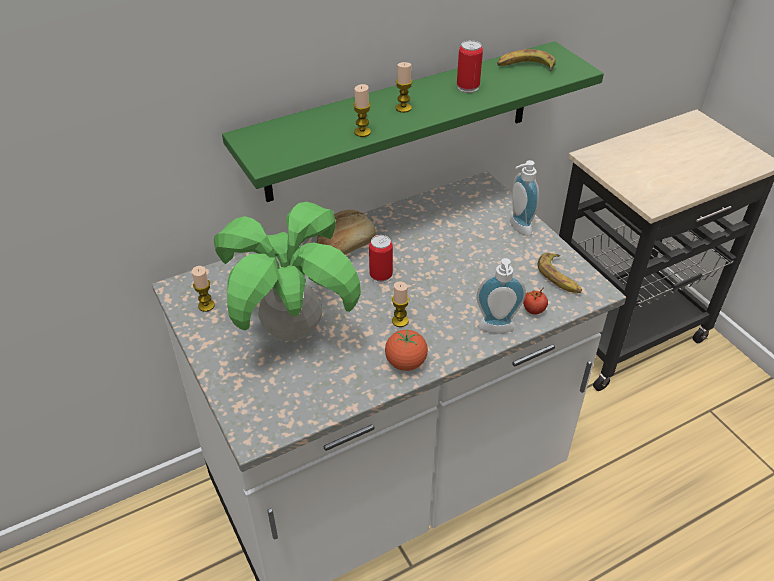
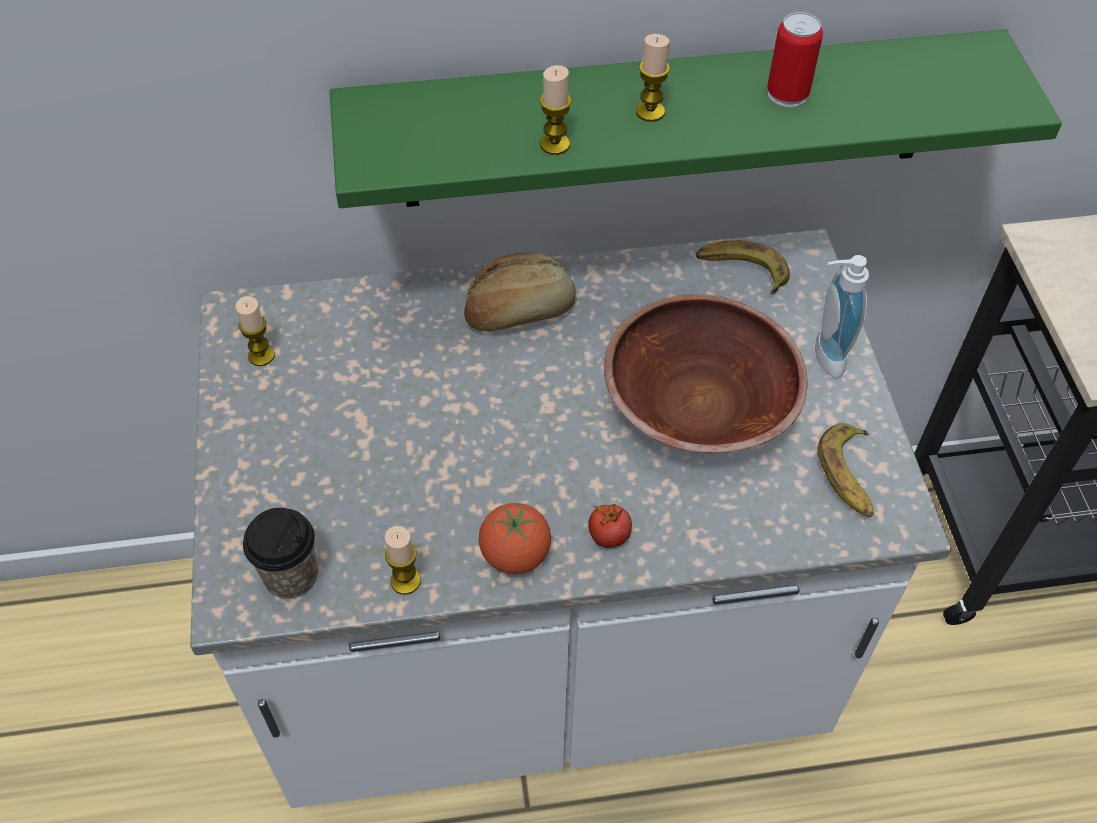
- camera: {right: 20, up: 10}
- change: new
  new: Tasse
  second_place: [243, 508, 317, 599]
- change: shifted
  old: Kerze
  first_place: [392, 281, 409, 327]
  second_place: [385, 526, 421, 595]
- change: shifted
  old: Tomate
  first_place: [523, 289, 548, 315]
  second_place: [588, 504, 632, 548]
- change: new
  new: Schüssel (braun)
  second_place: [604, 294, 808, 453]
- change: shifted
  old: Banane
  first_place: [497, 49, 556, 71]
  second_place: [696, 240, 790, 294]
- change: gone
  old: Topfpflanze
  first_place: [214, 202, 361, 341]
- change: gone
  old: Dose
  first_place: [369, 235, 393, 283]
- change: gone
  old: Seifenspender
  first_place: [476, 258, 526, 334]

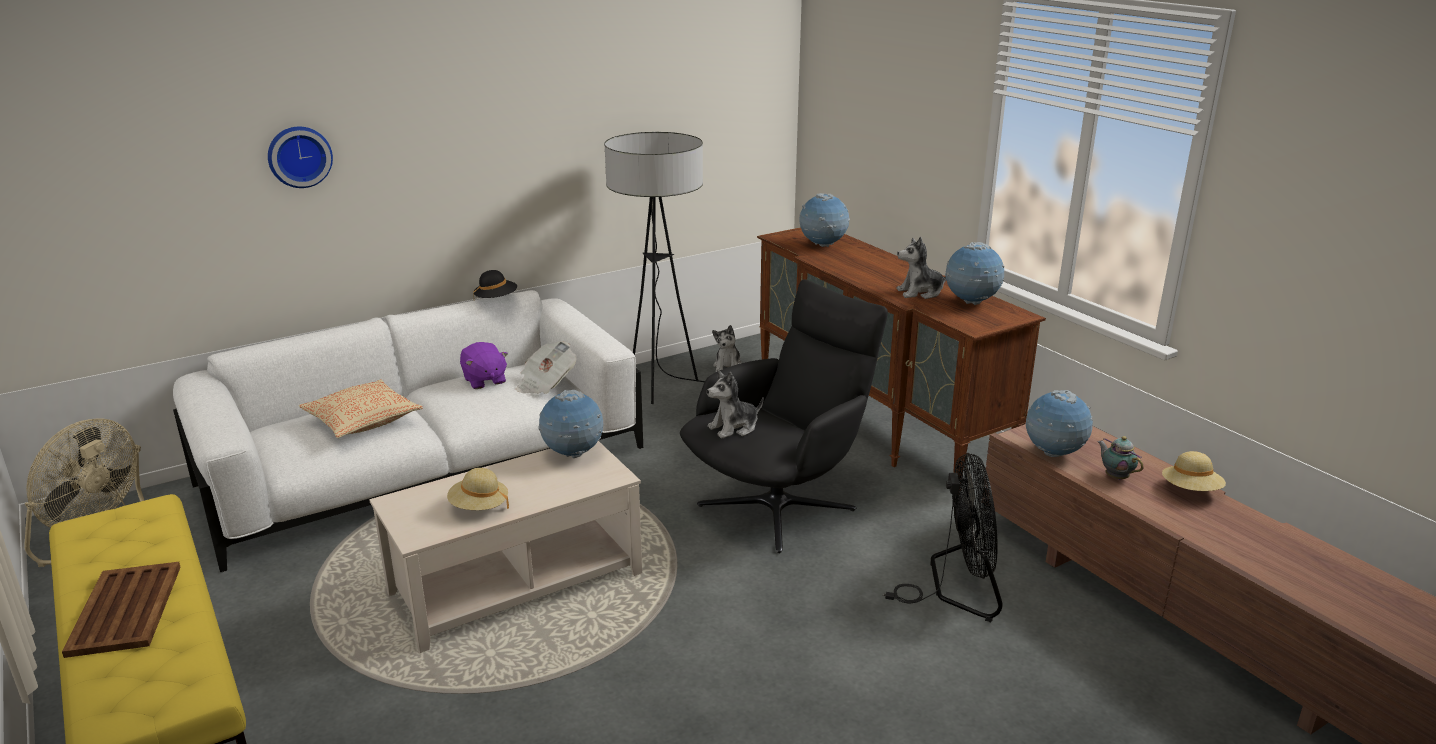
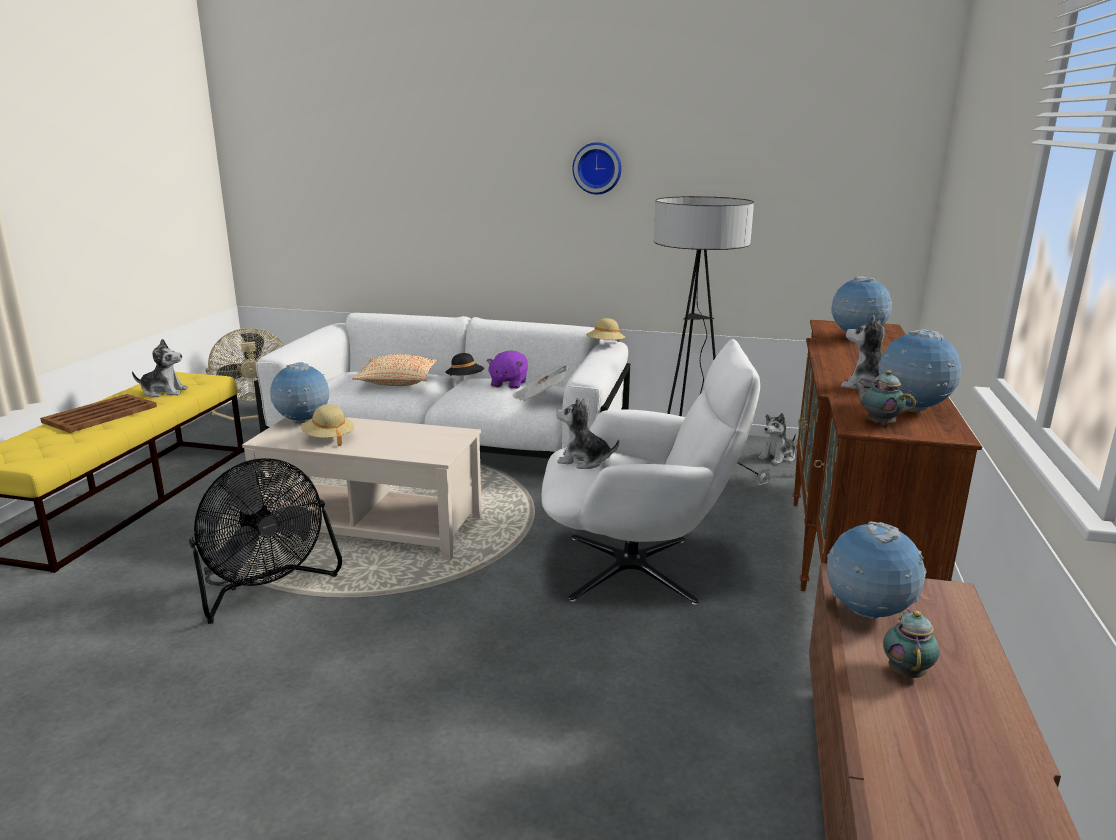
- camera: {right: 45, up: -5}
- change: new
  new: Plüschtier
  second_place: [132, 339, 188, 397]
- change: shifted
  old: Ventilator (schwarz)
  first_place: [883, 453, 1003, 623]
  second_place: [189, 458, 342, 624]
- change: shifted
  old: Globus
  first_place: [538, 390, 603, 458]
  second_place: [270, 362, 329, 424]
- change: shifted
  old: Hut (schwarz)
  first_place: [473, 270, 517, 298]
  second_place: [445, 353, 484, 377]
- change: repainted
  old: Sessel (schwarz)
  new: Sessel (weiß)
  first_place: [680, 279, 888, 553]
  second_place: [542, 339, 760, 605]
- change: shifted
  old: Wanduhr
  first_place: [268, 127, 333, 188]
  second_place: [572, 142, 622, 195]
- change: shifted
  old: Hut (beige)
  first_place: [1162, 451, 1226, 491]
  second_place: [586, 318, 625, 342]
- change: new
  new: Teekanne
  second_place: [854, 370, 916, 426]

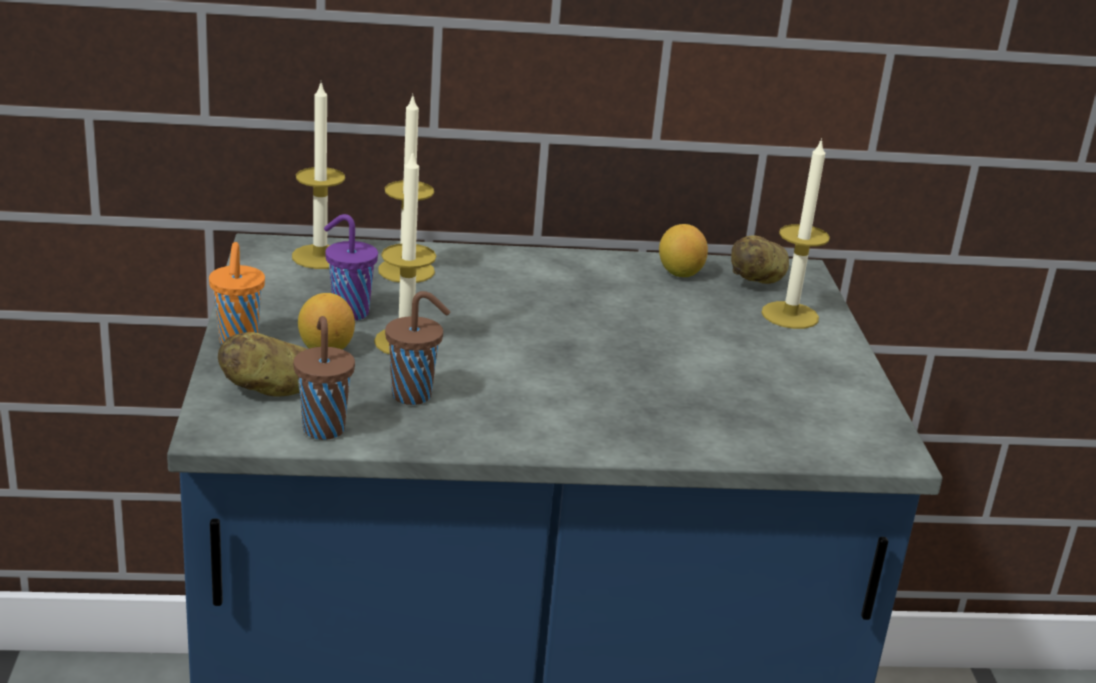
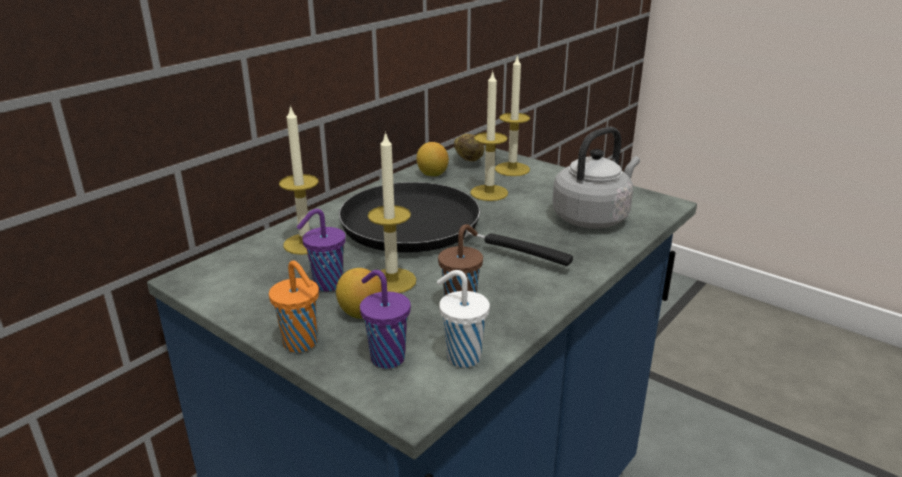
- camera: {right: -45, up: 0}
- change: new
  new: Pfanne (schwarz)
  second_place: [339, 182, 573, 266]
- change: swapped
  old: Kartoffel
  new: Tasse (lila)
  first_place: [218, 332, 307, 397]
  second_place: [360, 270, 411, 369]
- change: repainted
  old: Tasse (braun)
  new: Tasse (weiß)
  first_place: [293, 316, 355, 440]
  second_place: [437, 270, 490, 368]
- change: shifted
  old: Kerze
  first_place: [292, 83, 345, 269]
  second_place: [470, 70, 508, 201]
- change: new
  new: Wasserkessel (grau)
  second_place: [552, 127, 640, 229]

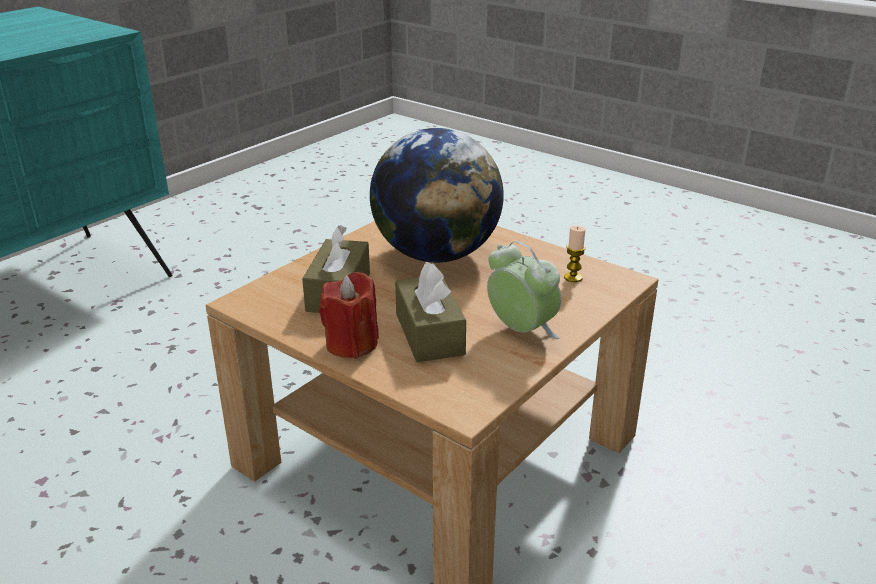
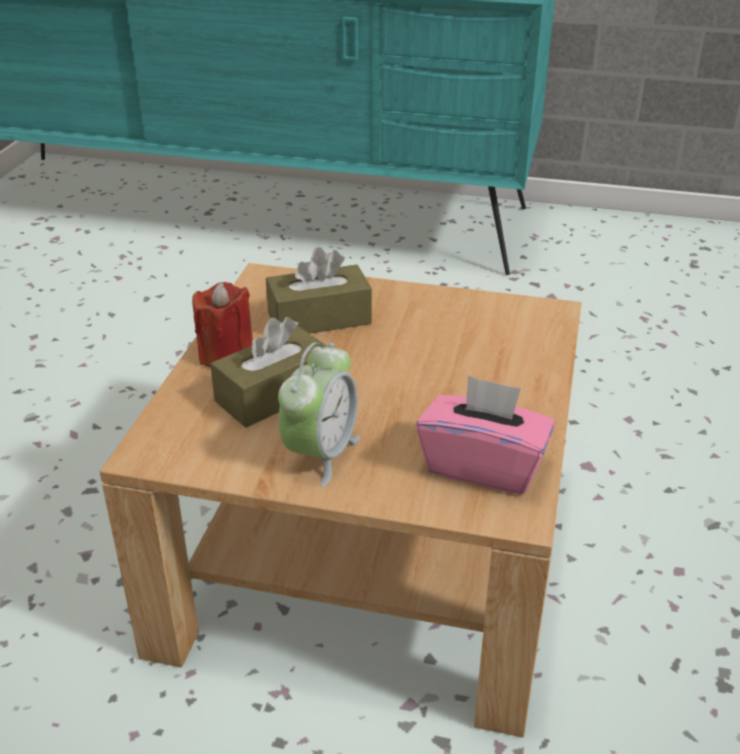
- camera: {right: 65, up: 5}
- change: swapped
  old: Kerze
  new: Taschentuchbox (rosa)
  first_place: [564, 226, 586, 282]
  second_place: [416, 375, 555, 494]
- change: gone
  old: Globus
  first_place: [370, 128, 504, 263]

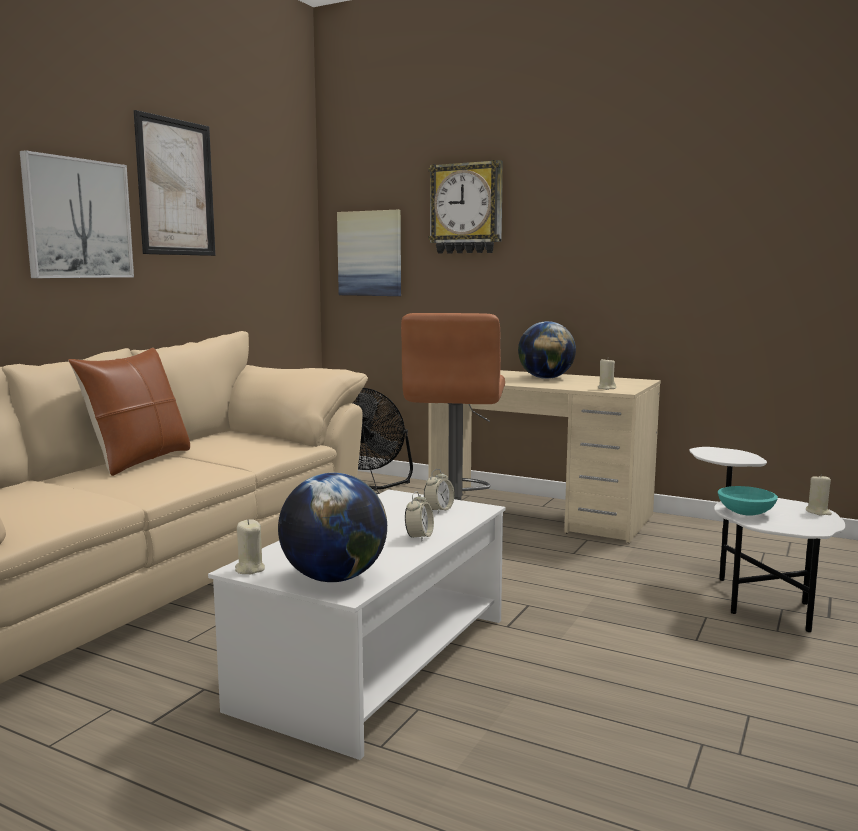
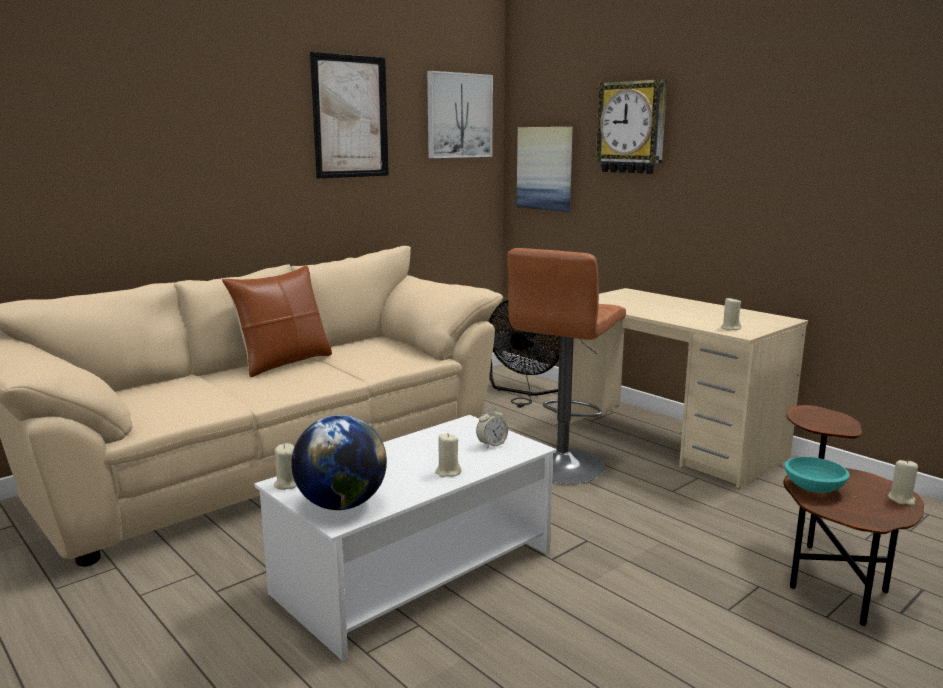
- camera: {right: 20, up: 5}
- change: shifted
  old: Bild
  first_place: [20, 150, 134, 278]
  second_place: [427, 71, 493, 158]
- change: swapped
  old: Wecker
  new: Kerze (beige)
  first_place: [405, 491, 434, 542]
  second_place: [435, 433, 461, 478]
- change: repainted
  old: Beistelltisch (weiß)
  new: Beistelltisch (braun)
  first_place: [689, 447, 845, 632]
  second_place: [783, 405, 924, 626]
- change: gone
  old: Globus
  first_place: [518, 321, 576, 379]

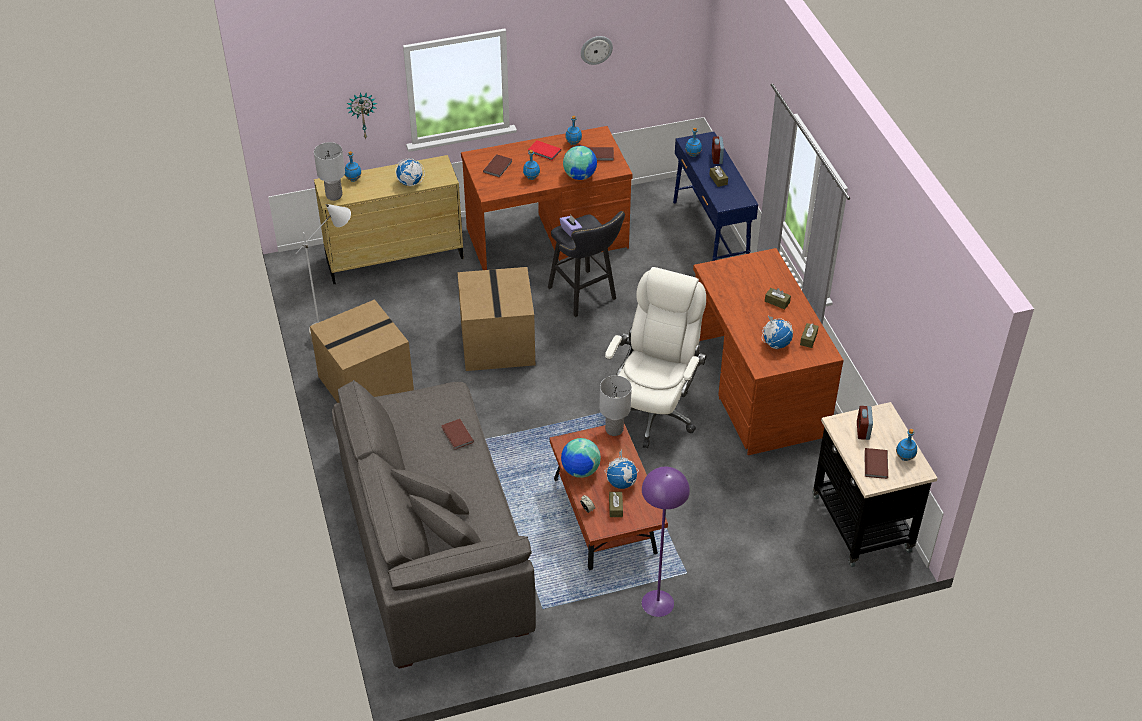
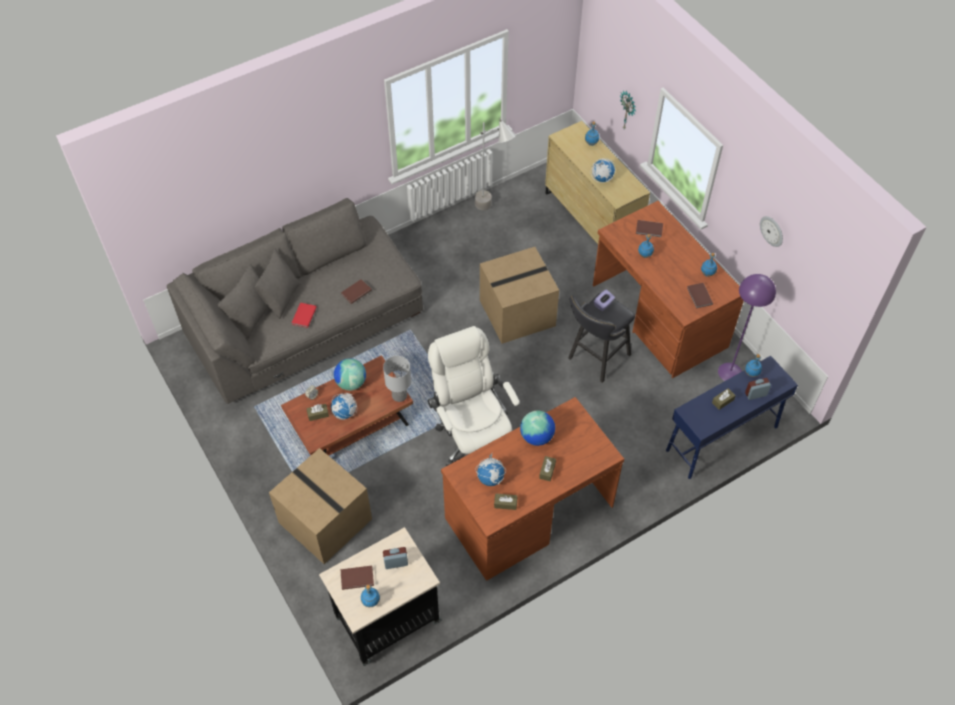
- camera: {right: 75, up: 10}
- change: shifted
  old: Karton
  first_place: [310, 299, 414, 403]
  second_place: [269, 448, 372, 564]
- change: shifted
  old: Buch (rot)
  first_place: [528, 140, 561, 160]
  second_place: [292, 303, 317, 328]
- change: rotated
  old: Bürostuhl (weiß)
  first_place: [605, 267, 707, 448]
  second_place: [428, 326, 520, 466]
  degrees: -120
- change: shifted
  old: Globus
  first_place: [563, 146, 597, 180]
  second_place: [520, 410, 555, 446]
- change: shifted
  old: Stehlampe (lila)
  first_place: [642, 467, 690, 617]
  second_place: [718, 274, 776, 381]
- change: gone
  old: Tischlampe (grau)
  first_place: [314, 142, 345, 201]

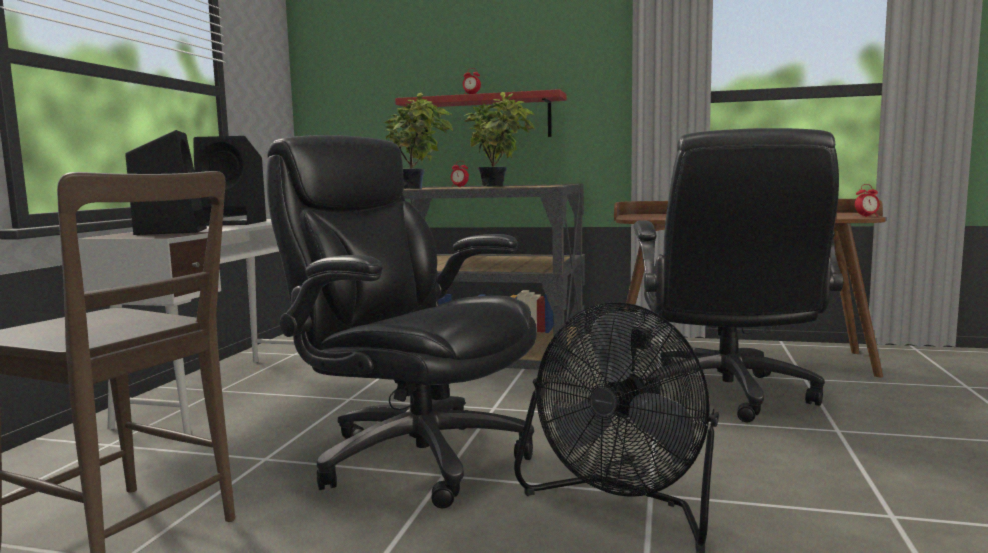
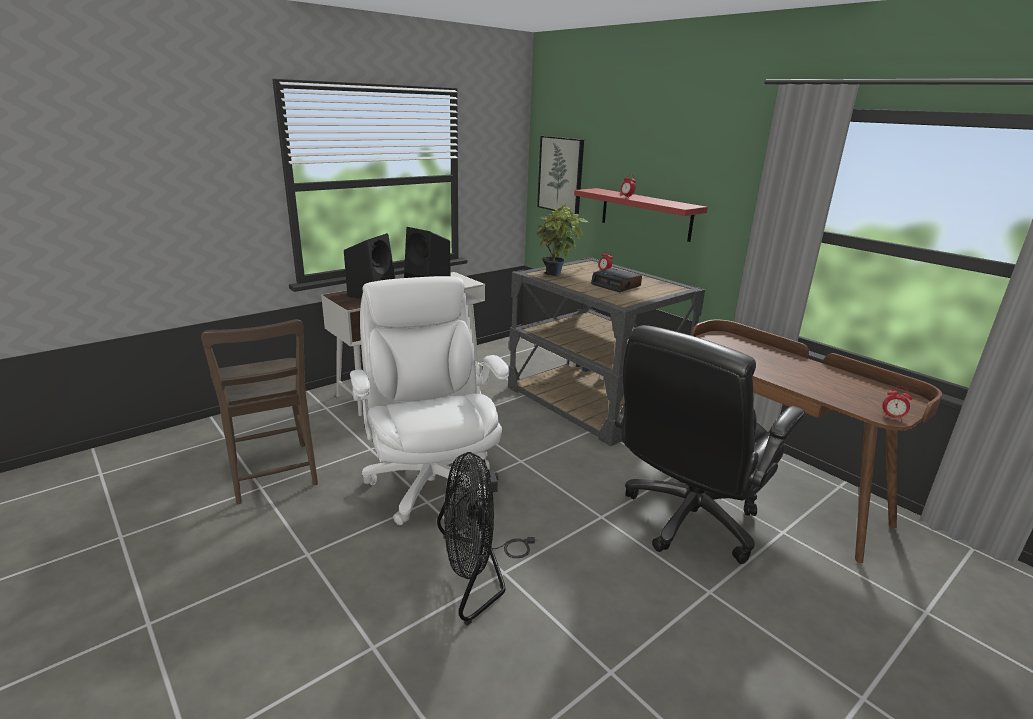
- camera: {right: 35, up: 15}
- change: repainted
  old: Bürostuhl (schwarz)
  new: Bürostuhl (weiß)
  first_place: [267, 135, 537, 508]
  second_place: [350, 276, 509, 525]
- change: new
  new: Bild
  second_place: [537, 136, 584, 214]
- change: swapped
  old: Topfpflanze
  new: Wecker
  first_place: [464, 92, 535, 187]
  second_place: [591, 268, 642, 293]

